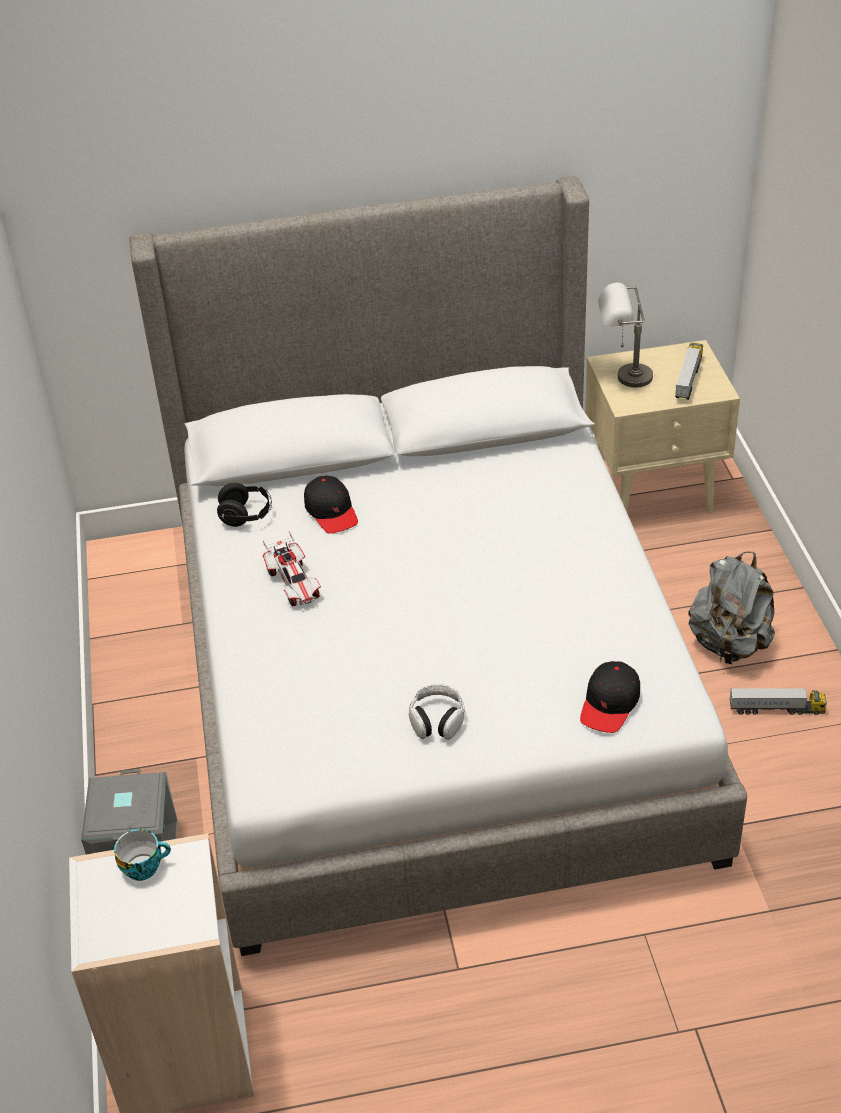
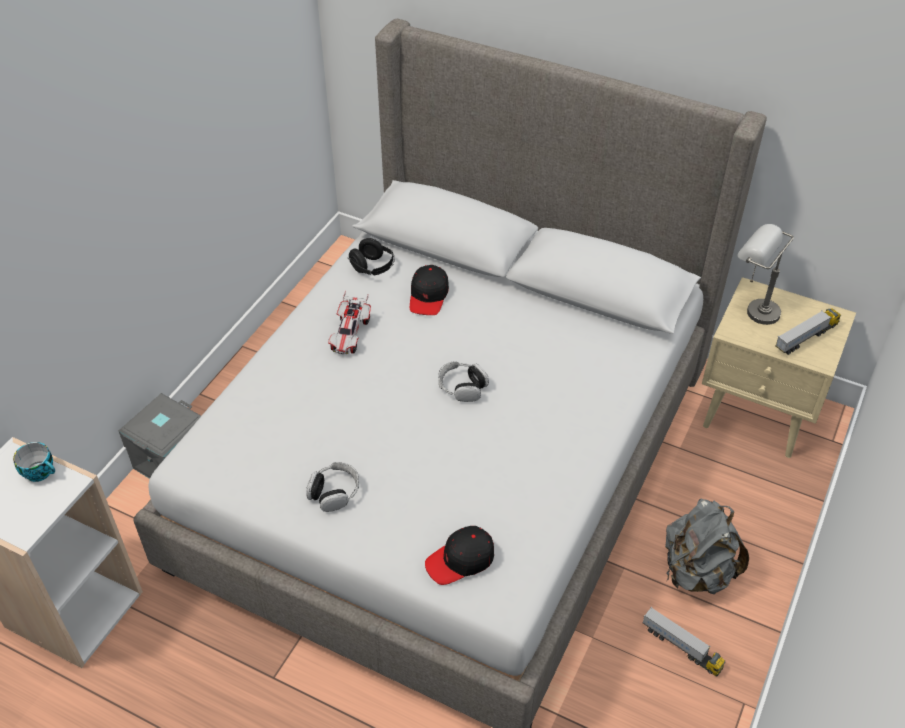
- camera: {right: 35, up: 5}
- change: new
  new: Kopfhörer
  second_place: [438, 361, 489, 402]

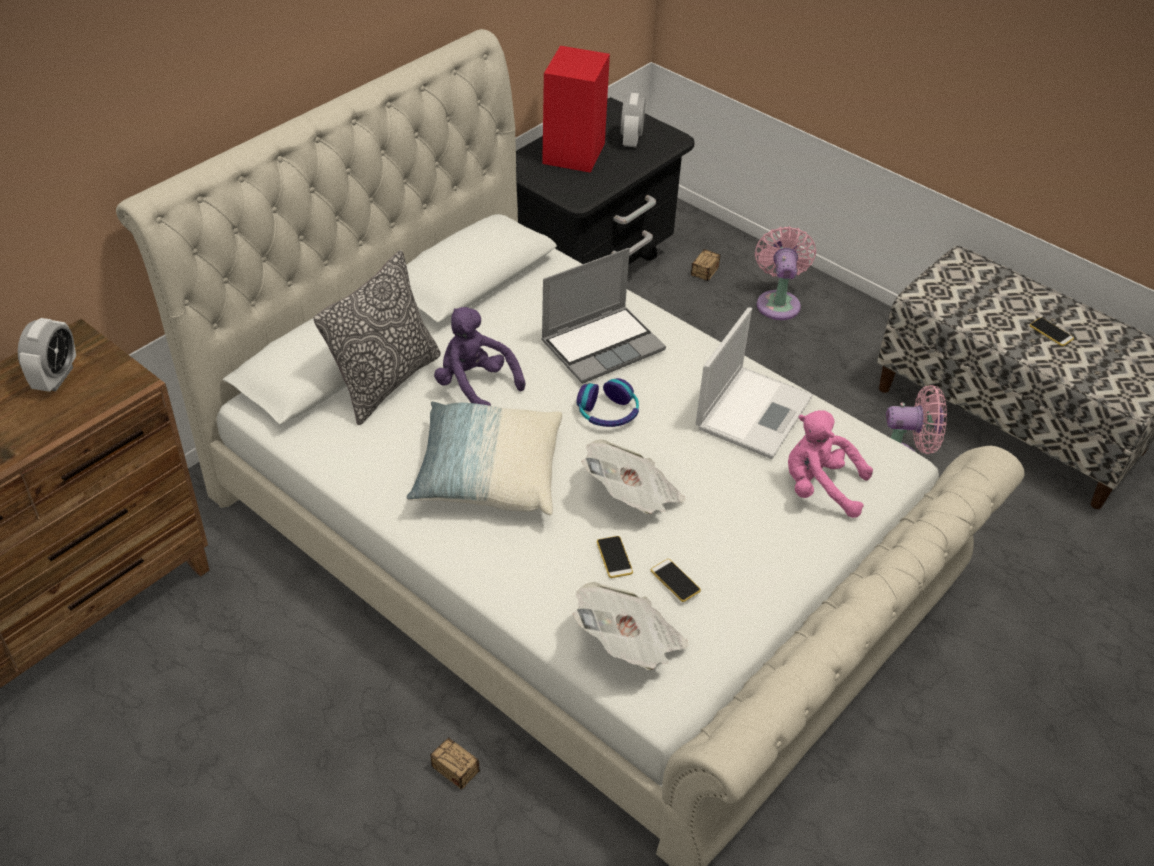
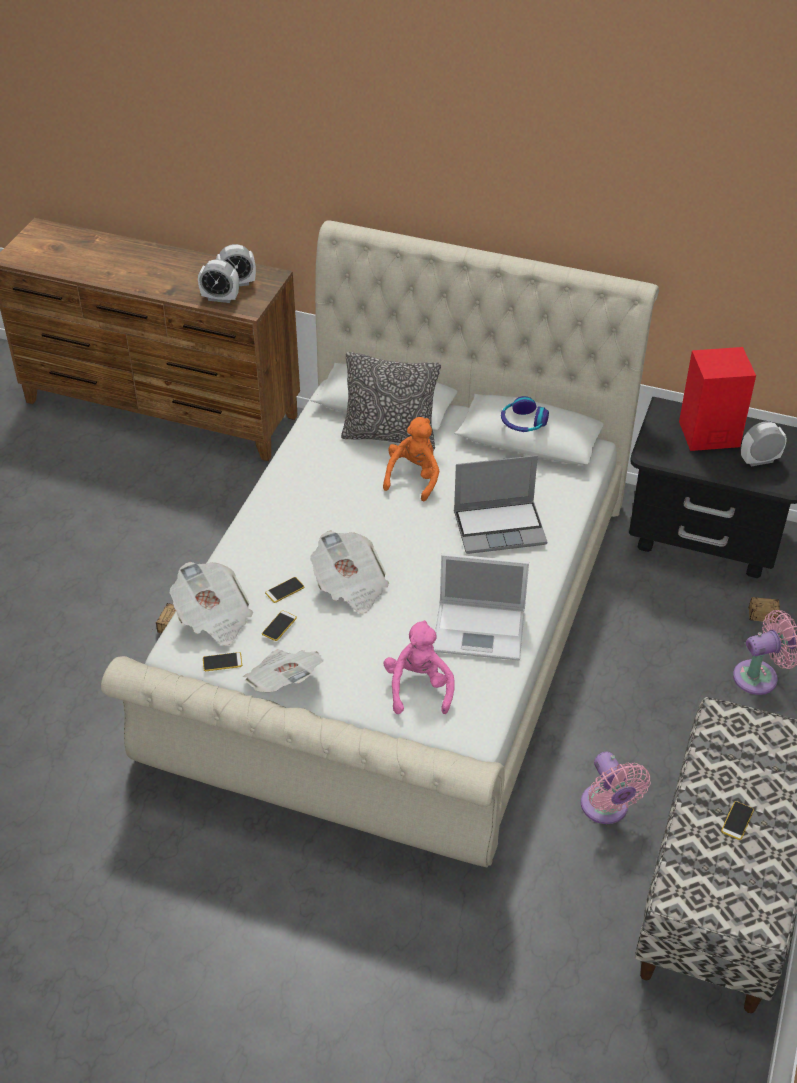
- camera: {right: 70, up: 0}
- change: new
  new: Wecker
  second_place: [198, 259, 239, 303]
- change: new
  new: Handy
  second_place: [203, 652, 242, 671]
- change: new
  new: Zeitung
  second_place: [243, 649, 324, 692]
- change: repainted
  old: Plüschtier (lila)
  new: Plüschtier (orange)
  first_place: [434, 307, 525, 406]
  second_place: [383, 417, 439, 502]
- change: rotated
  old: Laptop
  first_place: [541, 248, 666, 384]
  second_place: [454, 455, 547, 554]
  degrees: -45
- change: shifted
  old: Kopfhörer
  first_place: [577, 378, 639, 427]
  second_place: [501, 396, 549, 432]
- change: gone
  old: Kissen
  first_place: [406, 402, 562, 515]

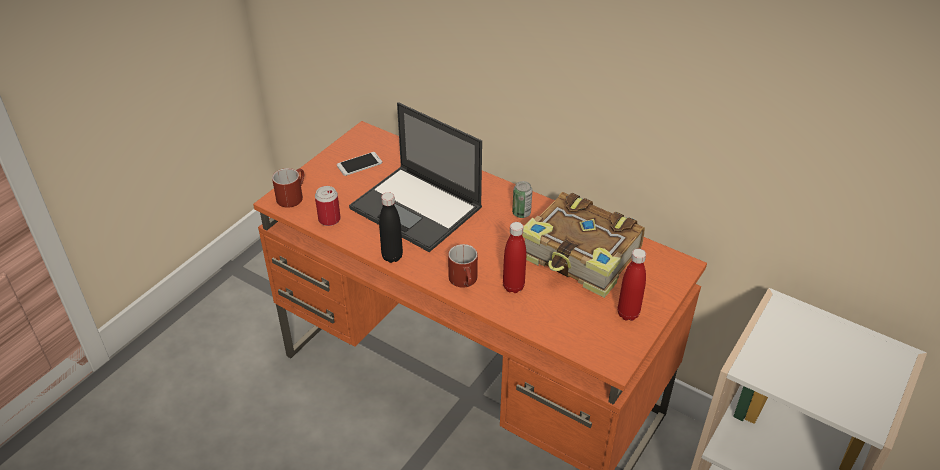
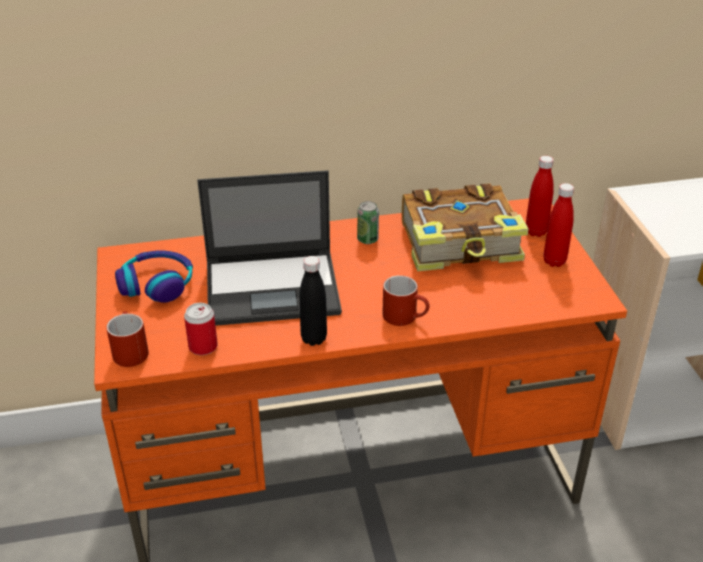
- camera: {right: -45, up: -5}
- change: swapped
  old: Handy
  new: Kopfhörer
  first_place: [337, 152, 382, 176]
  second_place: [115, 250, 193, 303]
- change: shifted
  old: Flasche (rot)
  first_place: [503, 222, 526, 293]
  second_place: [526, 156, 554, 237]

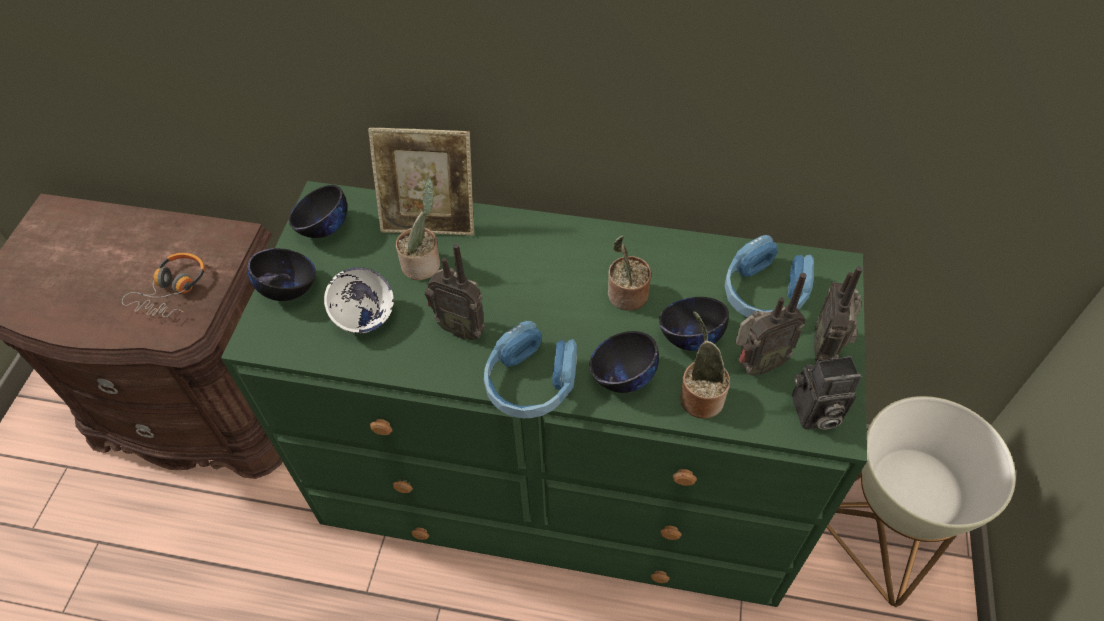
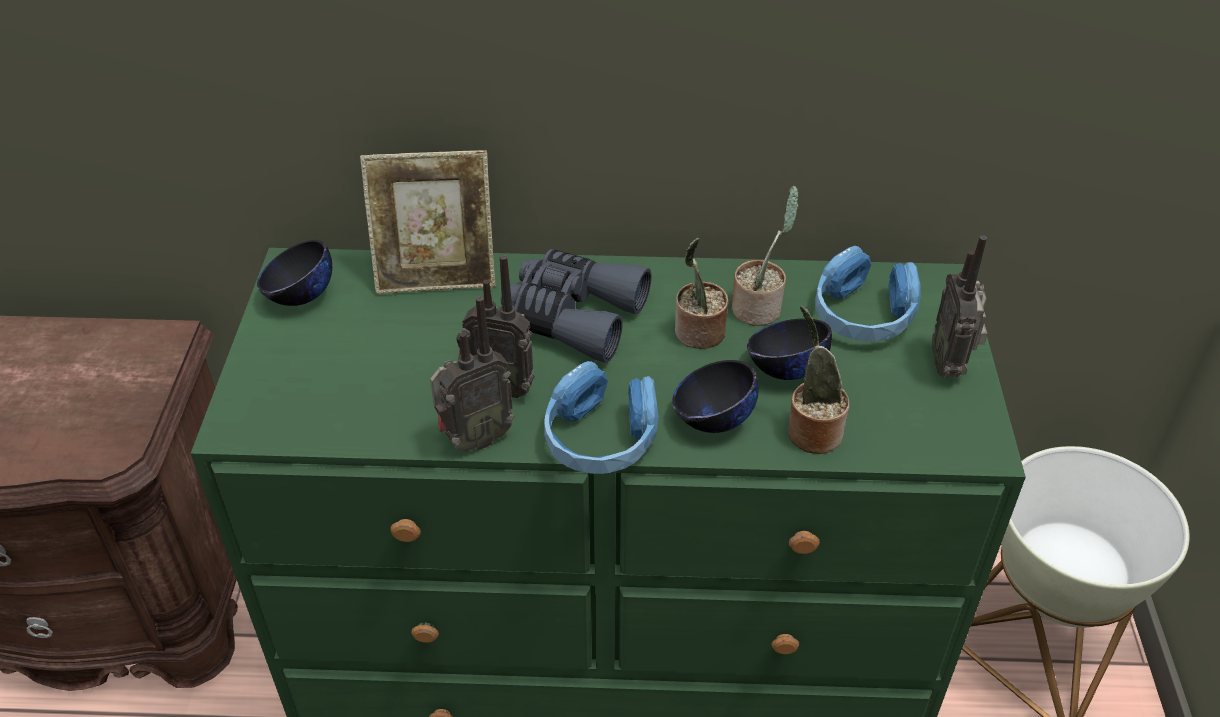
- camera: {right: -10, up: -10}
- change: shifted
  old: Radio
  first_place: [735, 273, 807, 376]
  second_place: [430, 296, 514, 451]
- change: new
  new: Fernglas (grau)
  second_place: [501, 249, 652, 363]
- change: shifted
  old: Topfpflanze
  first_place: [396, 179, 440, 280]
  second_place: [732, 186, 798, 326]
- change: gone
  old: Kopfhörer
  first_place: [122, 253, 205, 317]
- change: gone
  old: Schüssel (schwarz)
  first_place: [247, 248, 316, 301]
- change: gone
  old: Schüssel (weiß)
  first_place: [324, 267, 394, 333]
- change: gone
  old: Kamera
  first_place: [792, 356, 862, 430]

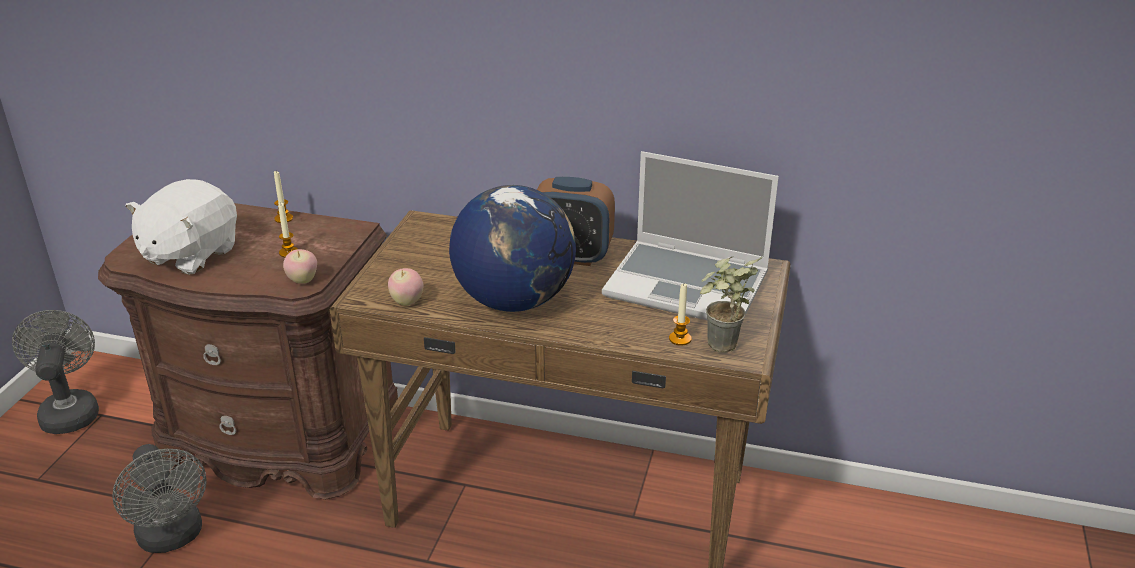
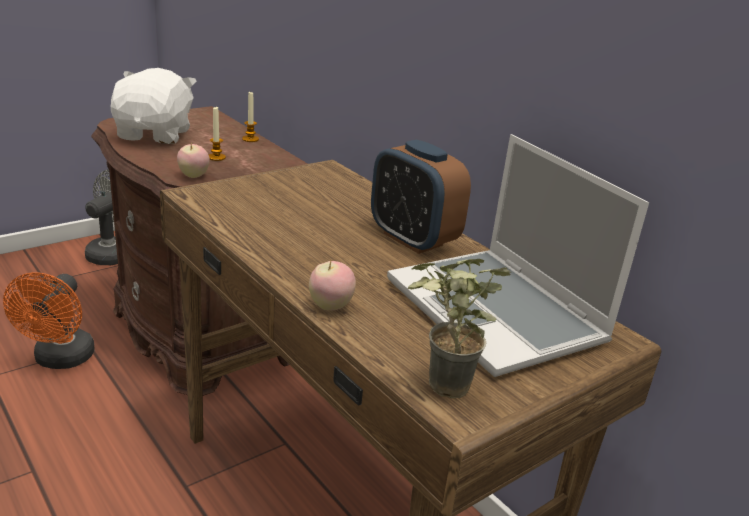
- camera: {right: 35, up: -5}
- change: repainted
  old: Ventilator (grau)
  new: Ventilator (orange)
  first_place: [113, 444, 207, 553]
  second_place: [3, 272, 95, 369]
- change: rotated
  old: Plüschtier (weiß)
  first_place: [126, 179, 237, 275]
  second_place: [111, 68, 196, 144]
  degrees: 120
- change: shifted
  old: Apfel
  first_place: [388, 268, 423, 306]
  second_place: [309, 260, 356, 311]
- change: gone
  old: Globus
  first_place: [449, 185, 576, 312]
- change: gone
  old: Kerze
  first_place: [669, 284, 692, 346]

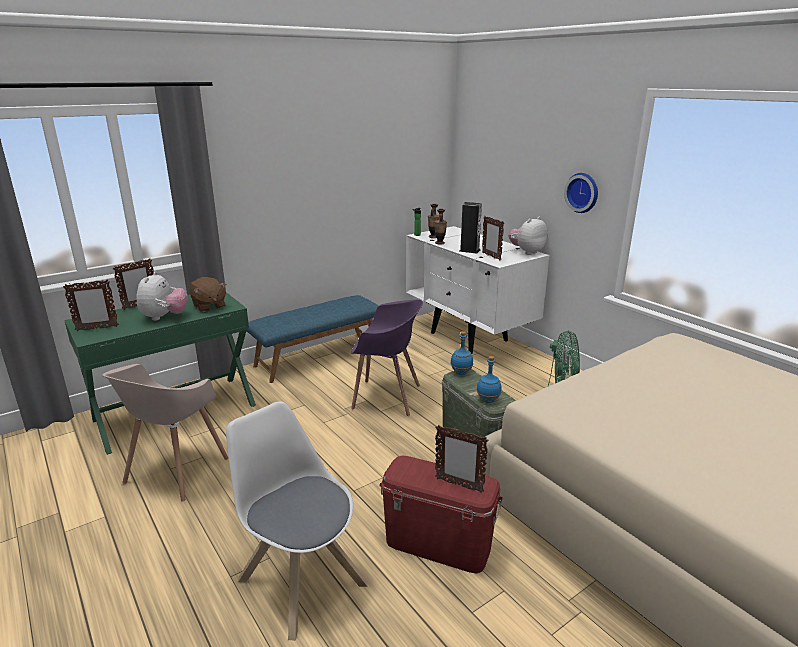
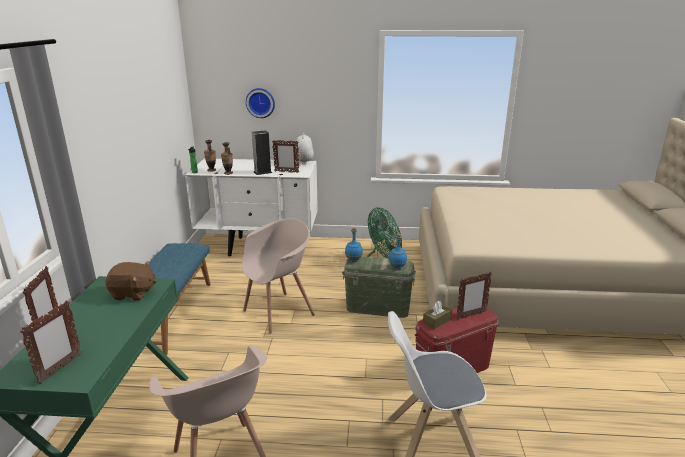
- camera: {right: -50, up: 0}
- change: repainted
  old: Stuhl (lila)
  new: Stuhl (beige)
  first_place: [351, 299, 423, 416]
  second_place: [242, 219, 315, 334]
- change: shifted
  old: Wanduhr
  first_place: [564, 173, 598, 213]
  second_place: [246, 88, 275, 118]
- change: new
  new: Taschentuchbox (braun)
  second_place: [423, 301, 452, 330]
- change: gone
  old: Plüschtier
  first_place: [136, 271, 188, 321]

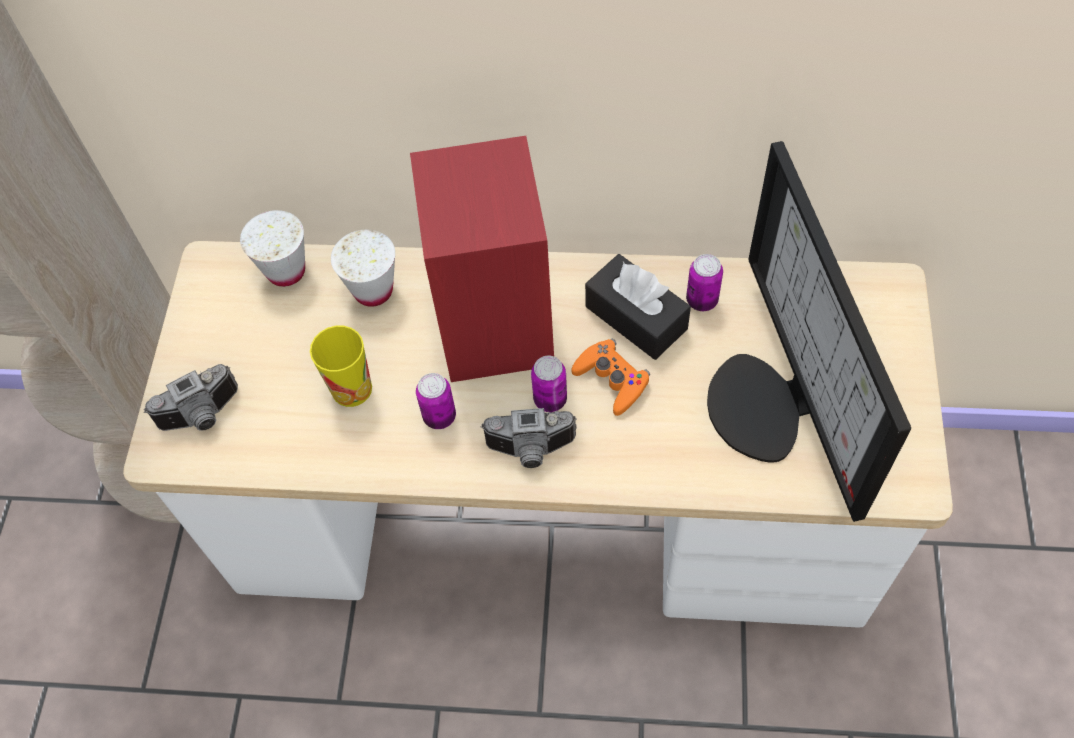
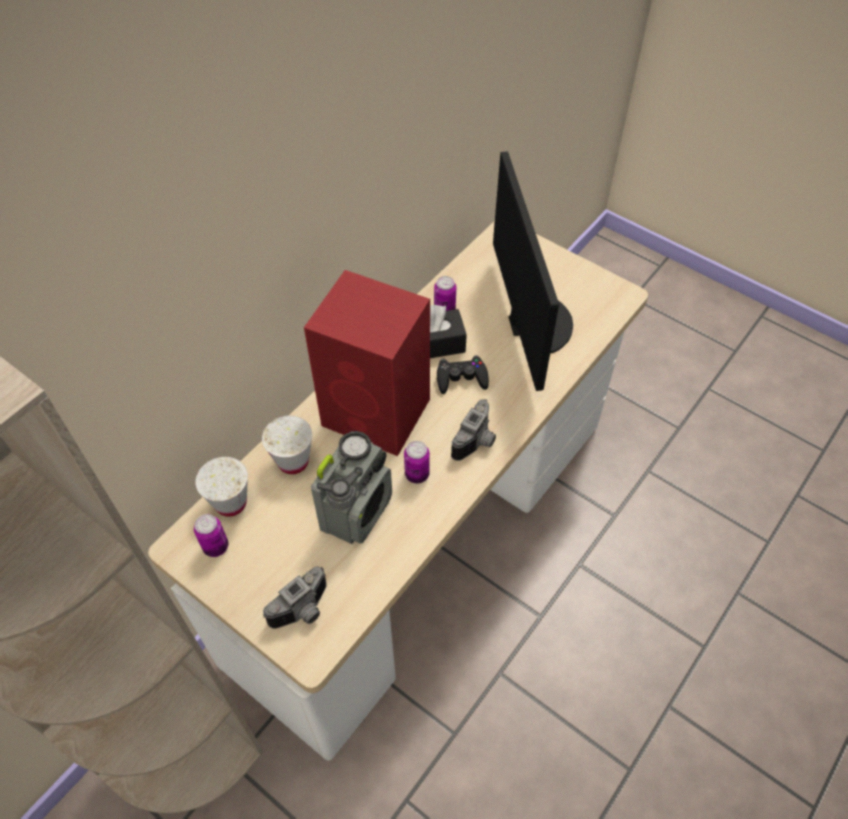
- camera: {right: -60, up: -5}
- change: shifted
  old: Dose
  first_place: [531, 356, 567, 412]
  second_place: [194, 514, 228, 557]
- change: rotated
  old: Kamera
  first_place: [144, 364, 238, 431]
  second_place: [263, 566, 326, 629]
  degrees: 45
- change: swapped
  old: Tasse
  new: Radio
  first_place: [310, 326, 372, 407]
  second_place: [311, 431, 392, 544]
- change: repainted
  old: Gamepad (orange)
  new: Gamepad (schwarz)
  first_place: [571, 339, 650, 416]
  second_place: [437, 355, 489, 394]
- change: rotated
  old: Monitor
  first_place: [707, 141, 911, 522]
  second_place: [493, 151, 573, 391]
  degrees: -120

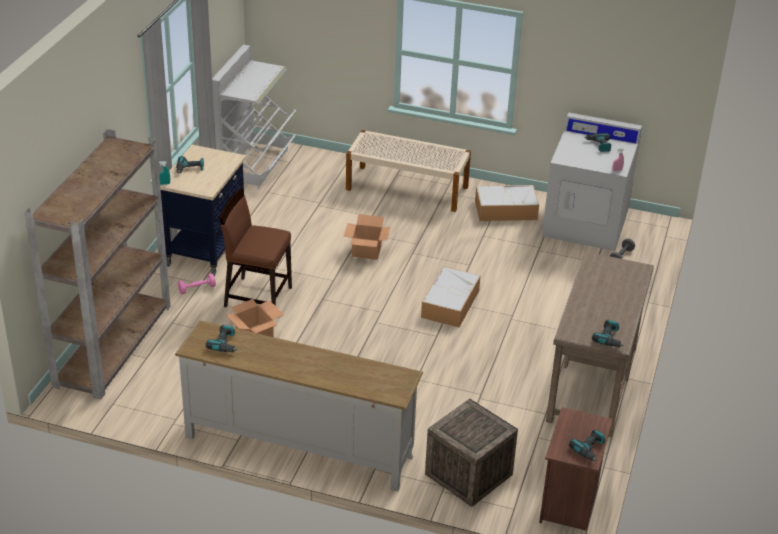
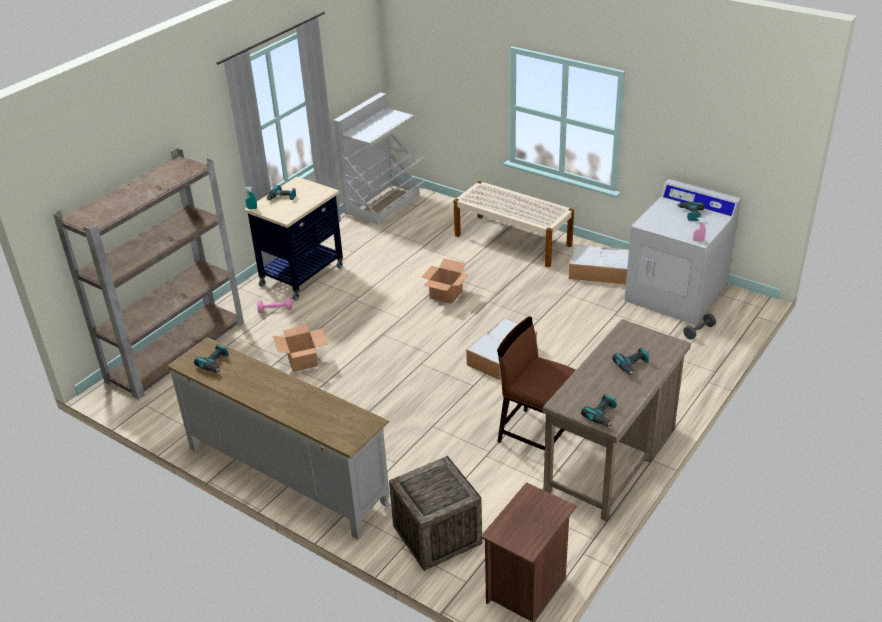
- camera: {right: 20, up: 0}
- change: shifted
  old: Stuhl (braun)
  first_place: [219, 189, 292, 307]
  second_place: [497, 316, 576, 451]
- change: shifted
  old: Bohrmaschine
  first_place: [569, 429, 605, 461]
  second_place: [612, 348, 649, 375]

